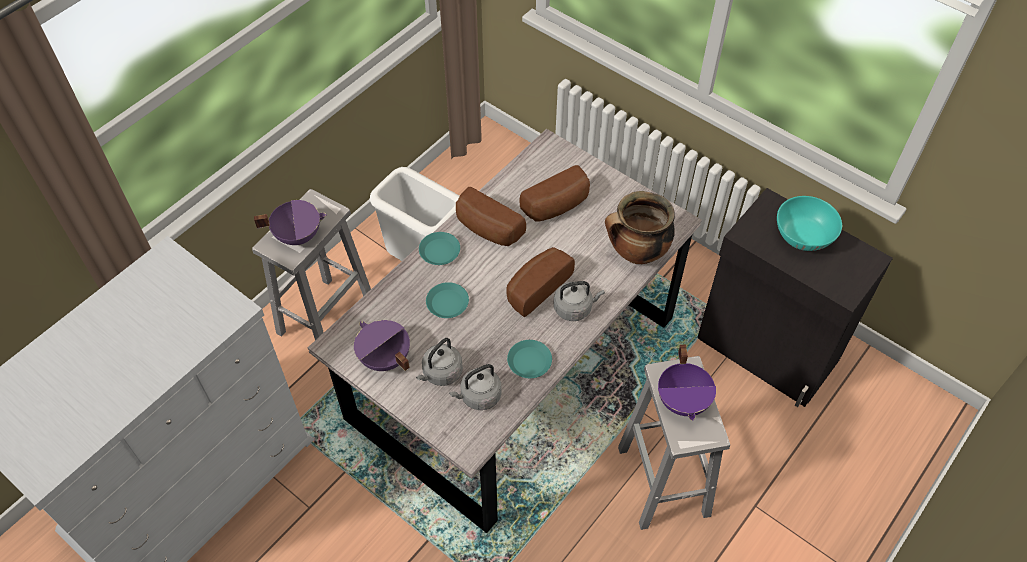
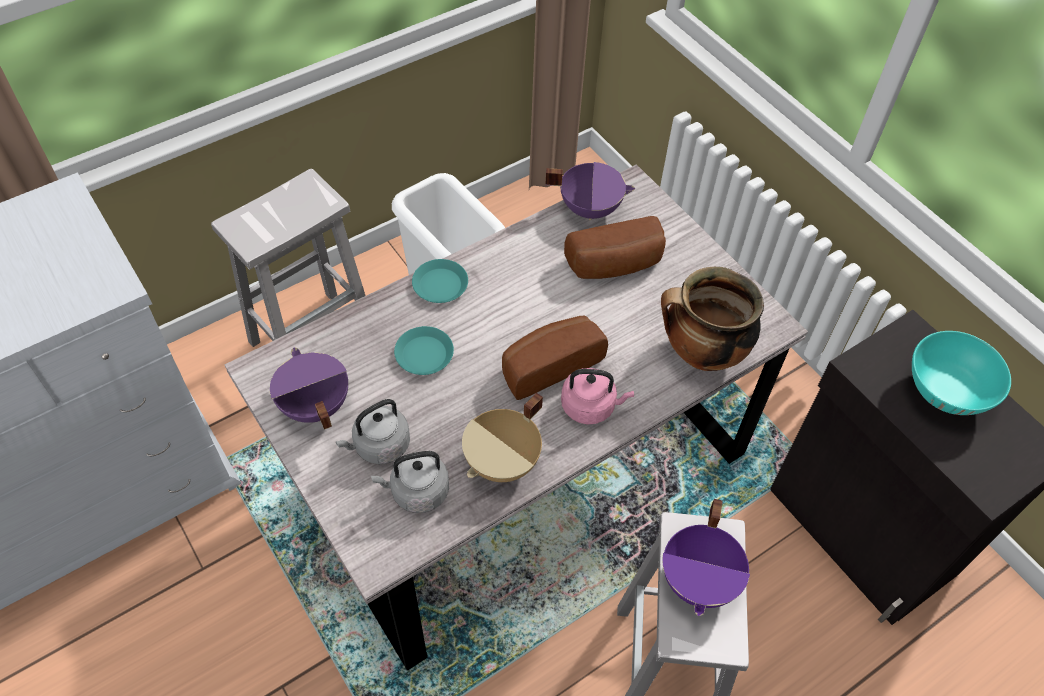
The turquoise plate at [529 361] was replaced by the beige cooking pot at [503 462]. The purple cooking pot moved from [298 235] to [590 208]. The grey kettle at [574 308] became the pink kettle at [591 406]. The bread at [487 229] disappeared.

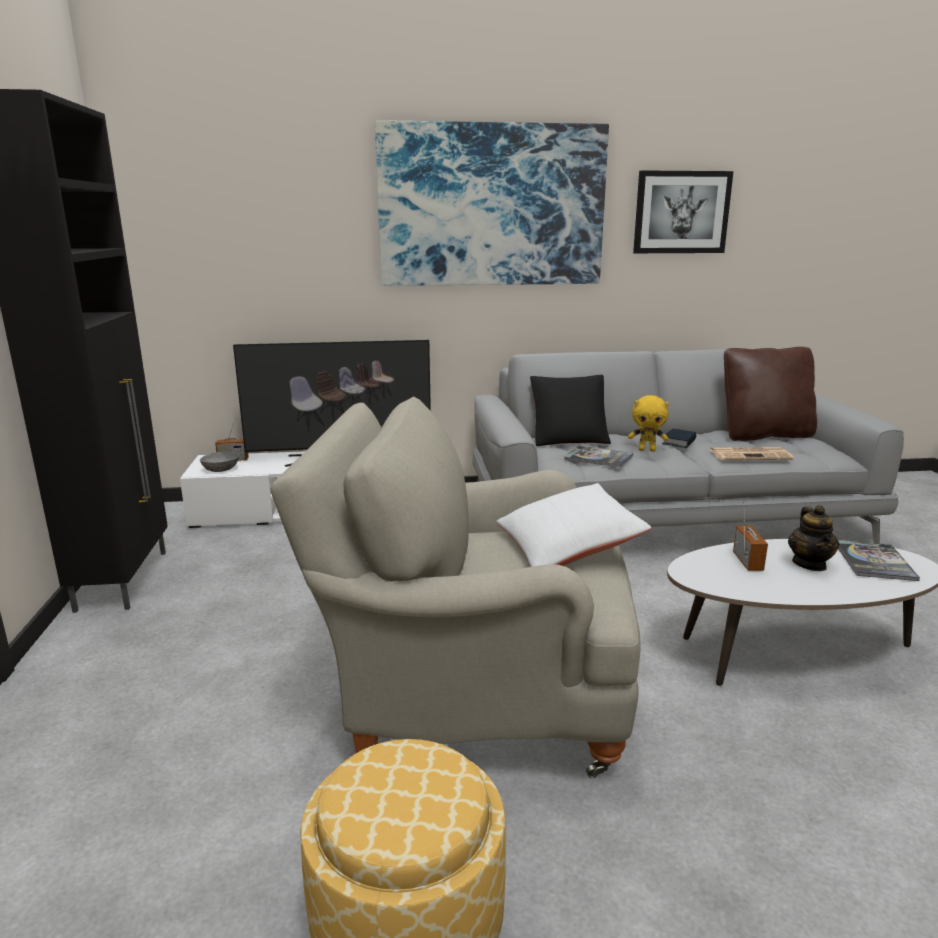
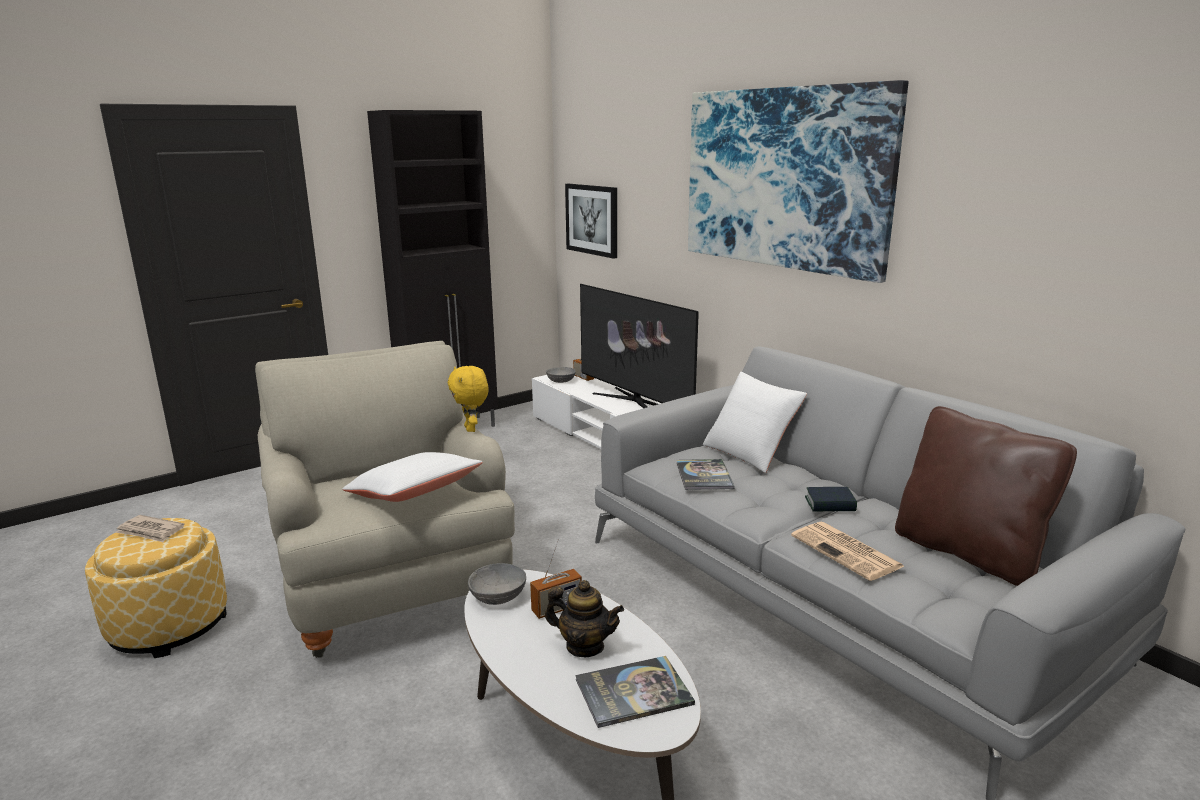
The newspaper at [150 531] appeared. The yellow plush toy moved from [647 450] to [471 429]. The grey bowl at [499 596] appeared. The teapot at [809 564] turned 135 degrees counterclockwise. The picture moved from [681 212] to [592 219]. The black pillow at [568 439] became the white pillow at [750 452].

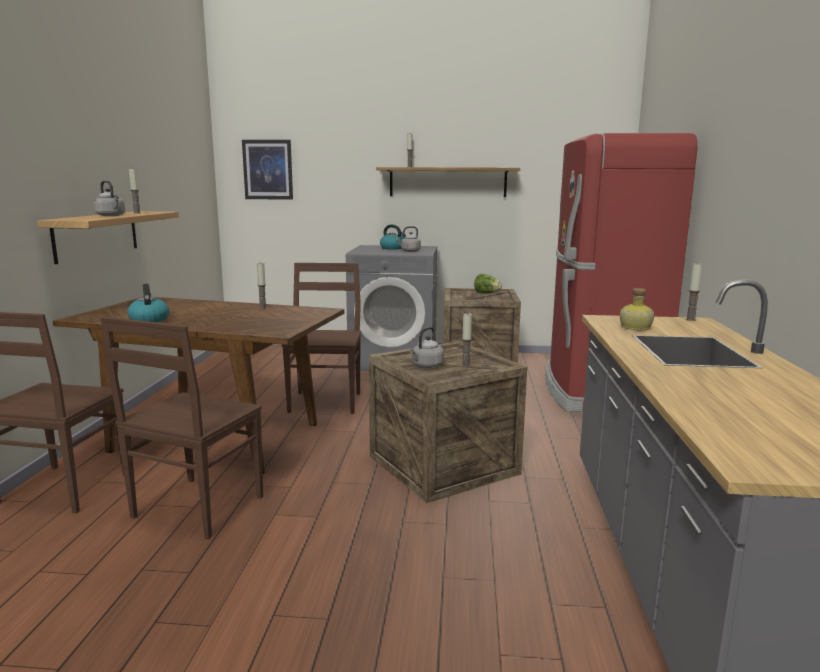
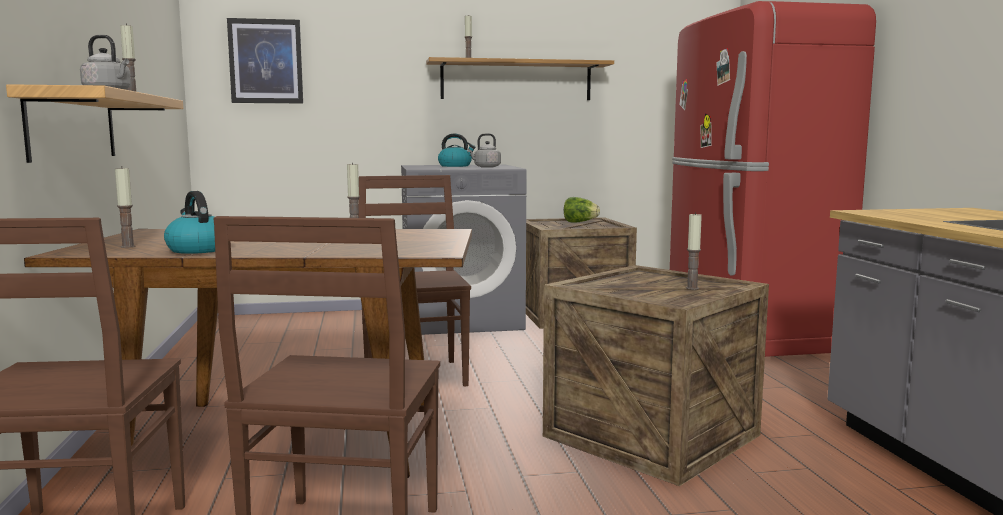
The candle moved from [690 319] to [128 246]. The grey kettle at [426 366] disappeared. The bottle at [635 328] disappeared.

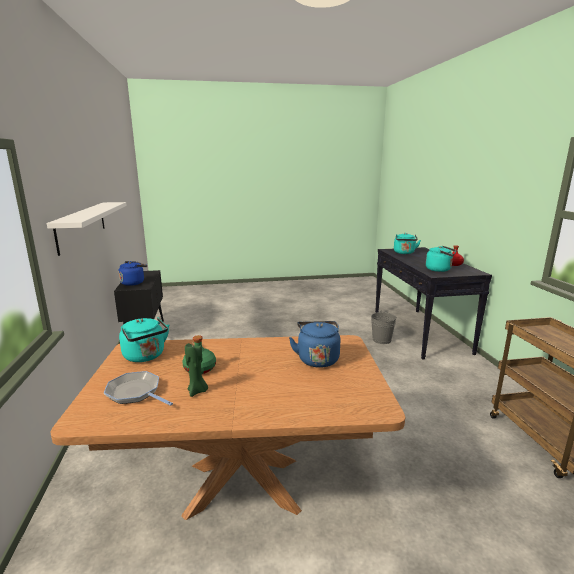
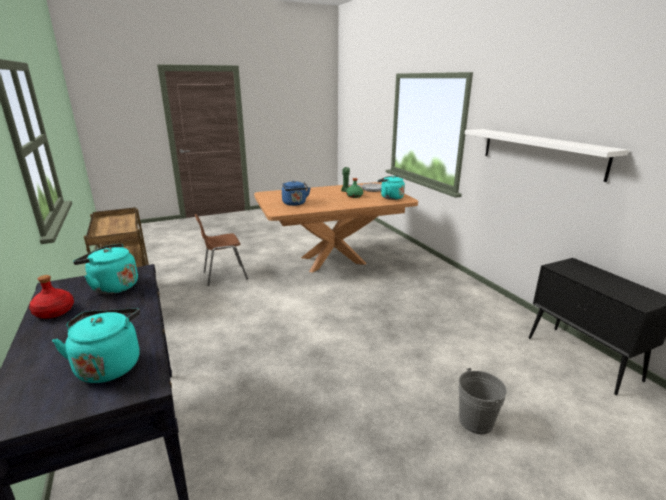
The brown chair at [224 275] appeared. The grey bucket moved from [381 340] to [475 421]. The blue kettle at [134 283] disappeared.

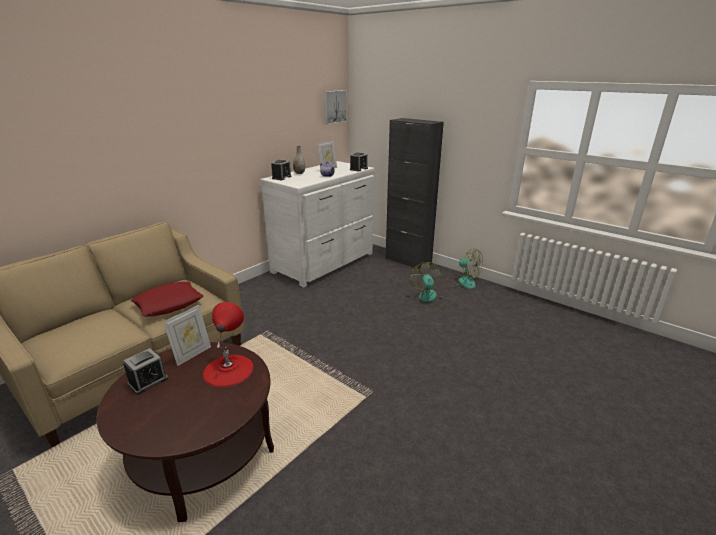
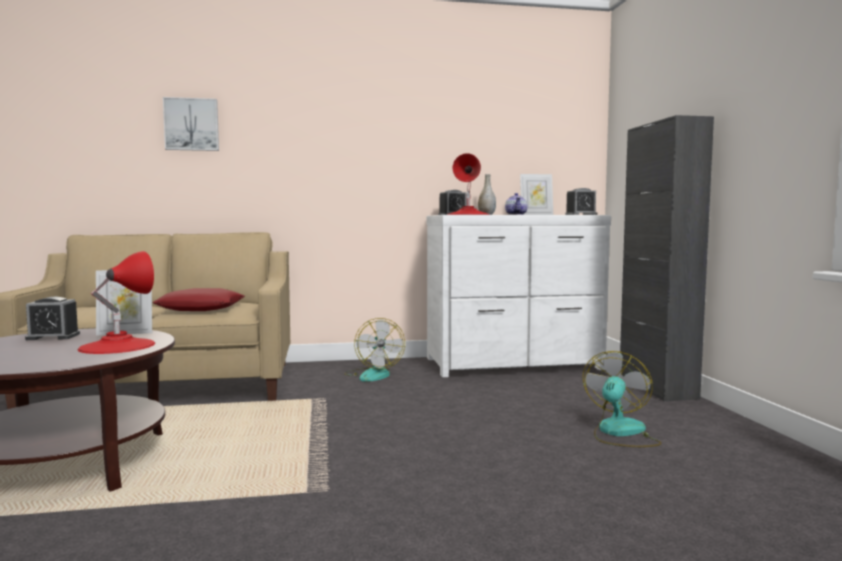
The picture moved from [334 106] to [192 124]. The fan moved from [462 282] to [373 374]. The red table lamp at [468 214] appeared.

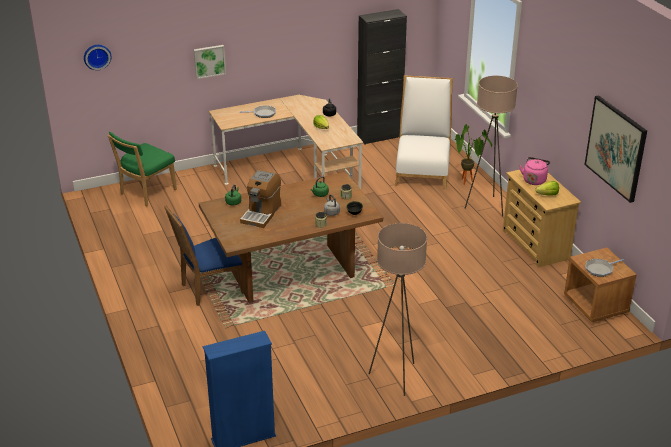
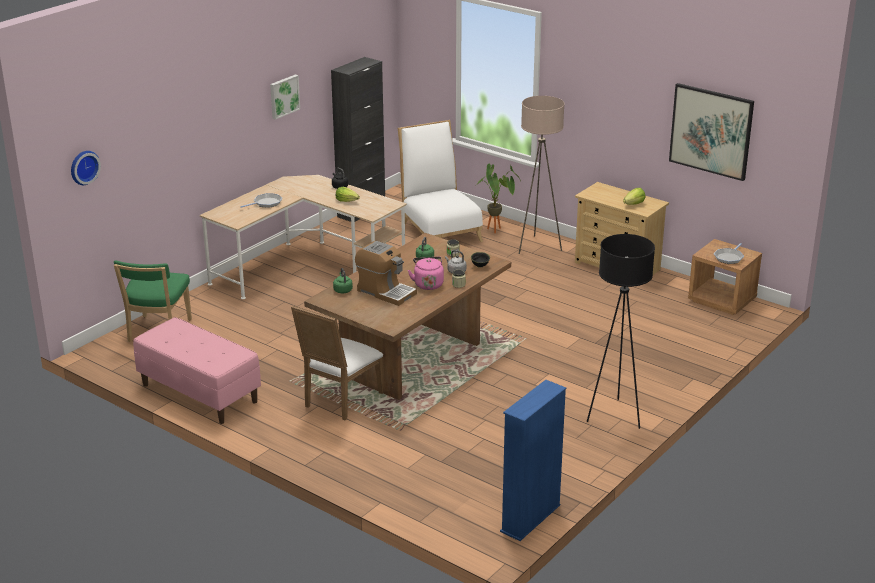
The pink bench at [198 393] appeared. The picture moved from [209 61] to [283 96]. The blue chair at [208 288] became the white chair at [339 401]. The coffee machine at [261 213] turned 45 degrees counterclockwise. The pink kettle moved from [534 180] to [428 284]. The beige floor lamp at [396 377] became the black floor lamp at [615 416].

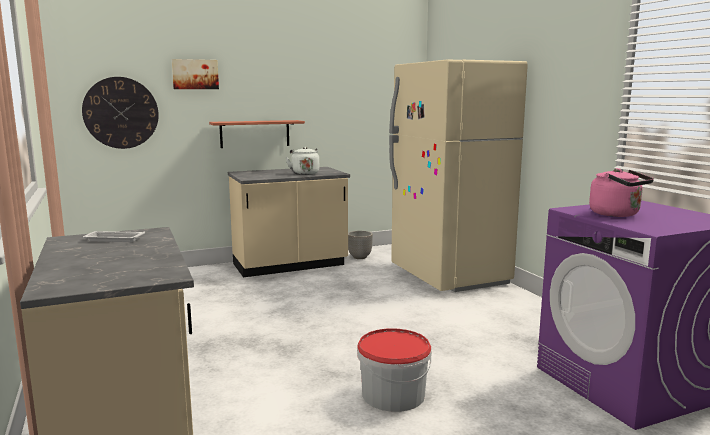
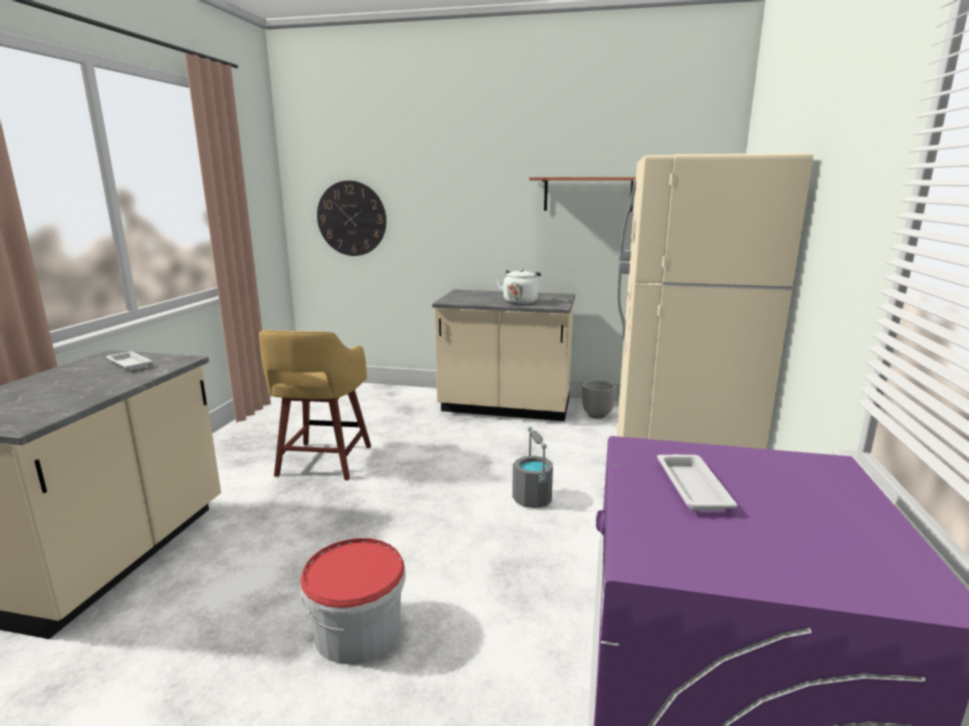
The yellow stool at [323 462] appeared. The grey bucket at [533 499] appeared. The shelf moved from [255 134] to [588 194]. The pink kettle at [617 214] was replaced by the white tray at [691 486]. The picture at [195 74] disappeared.

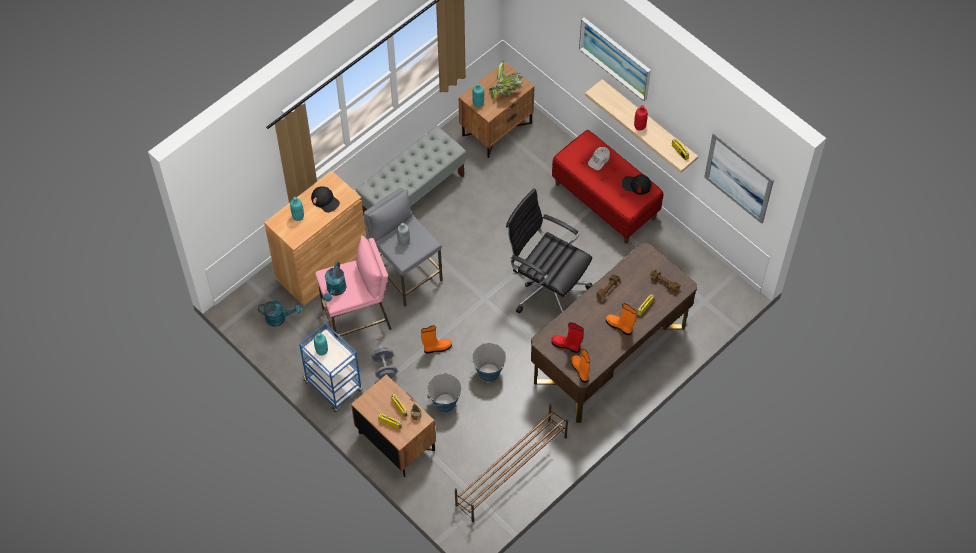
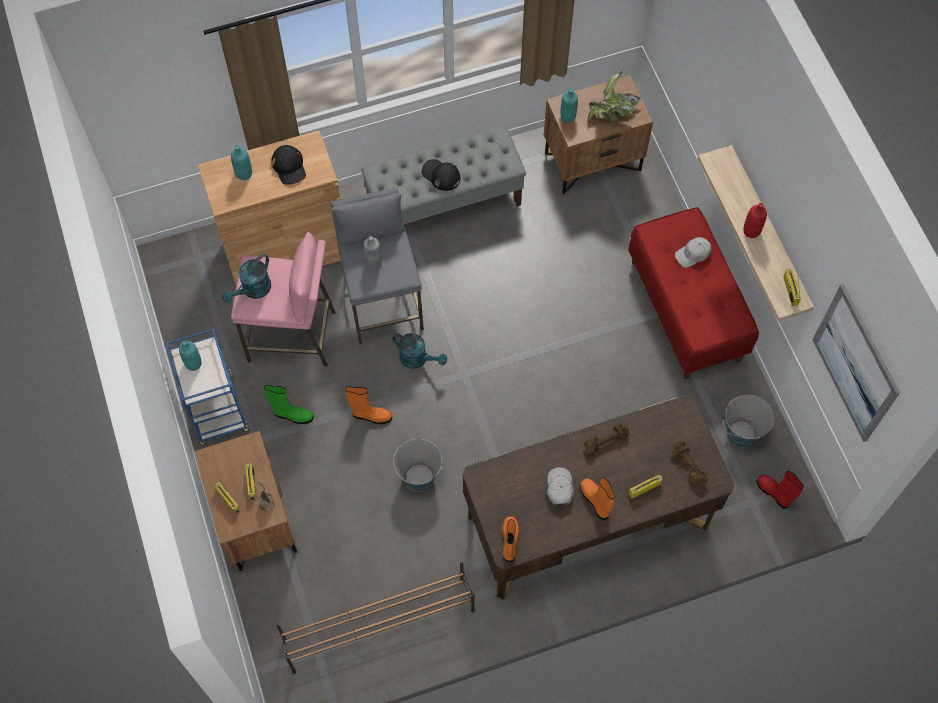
The grey dumbbell at [385 368] was replaced by the green boot at [292 415]. The turquoise watering can moved from [279 318] to [418 359]. The black cap moved from [636 185] to [441 175]. The white cap at [559 488] appeared. The bucket moved from [445 403] to [741 433]. The red boot moved from [566 345] to [774 493]. The black office chair at [547 287] disappeared. The picture at [615 58] disappeared.

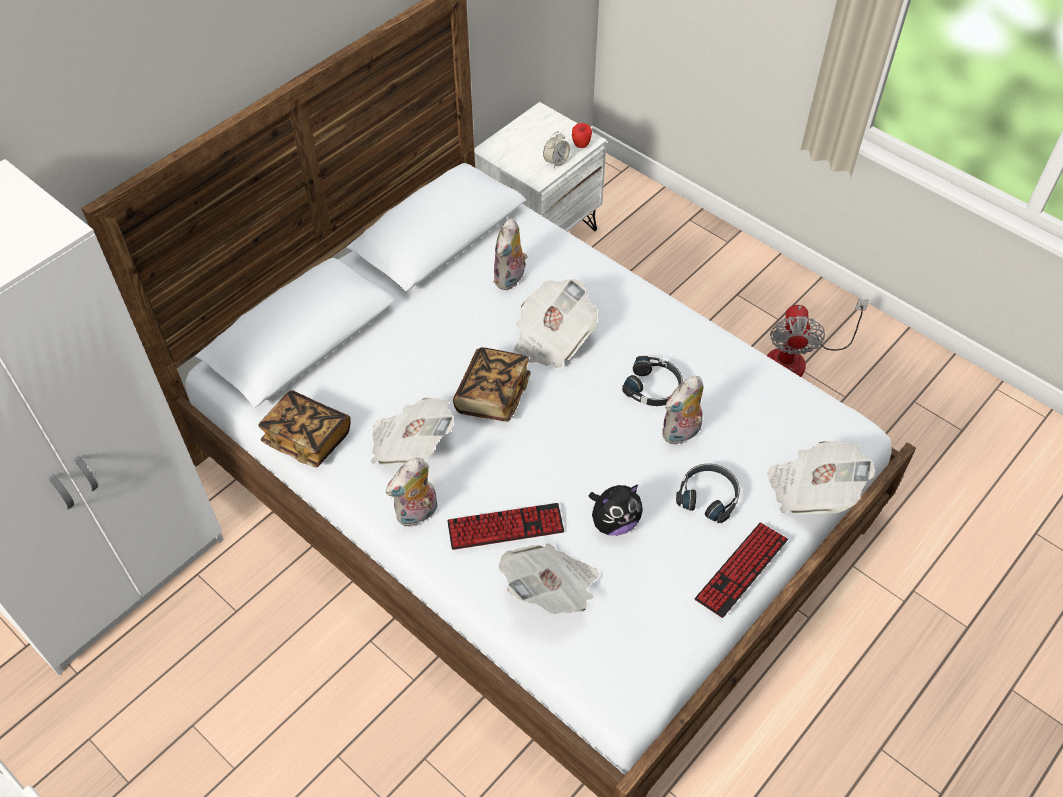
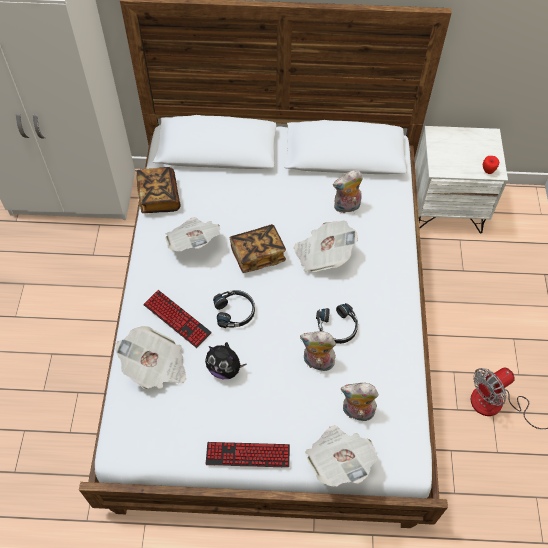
The black headphones moved from [708 496] to [235 311]. The plush toy moved from [417 514] to [357 412]. The alarm clock at [556 162] disappeared.

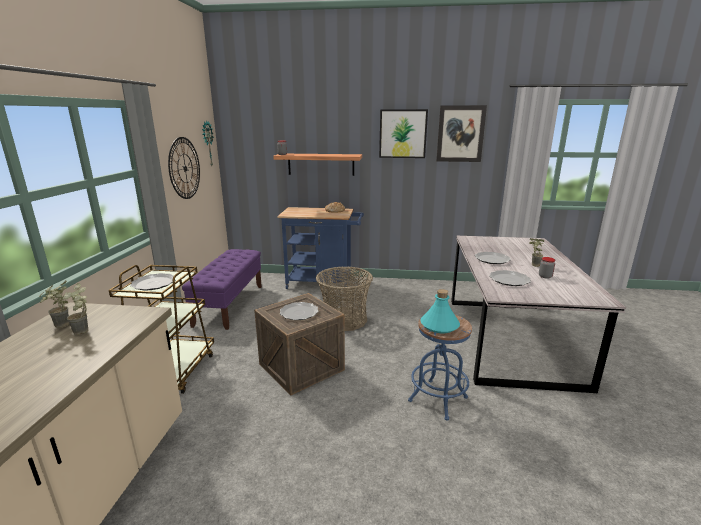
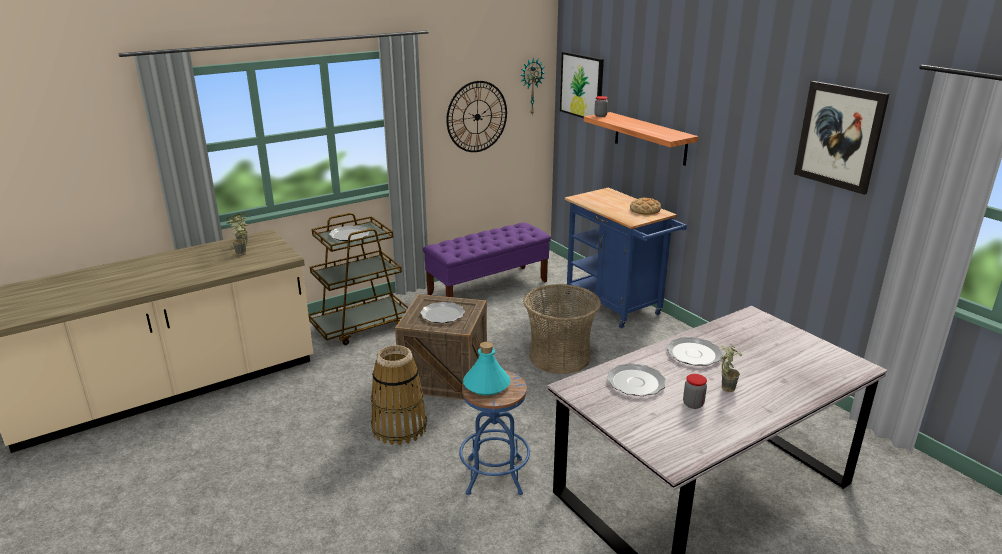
The basket at [399 428] appeared. The picture moved from [402 134] to [582 86].

